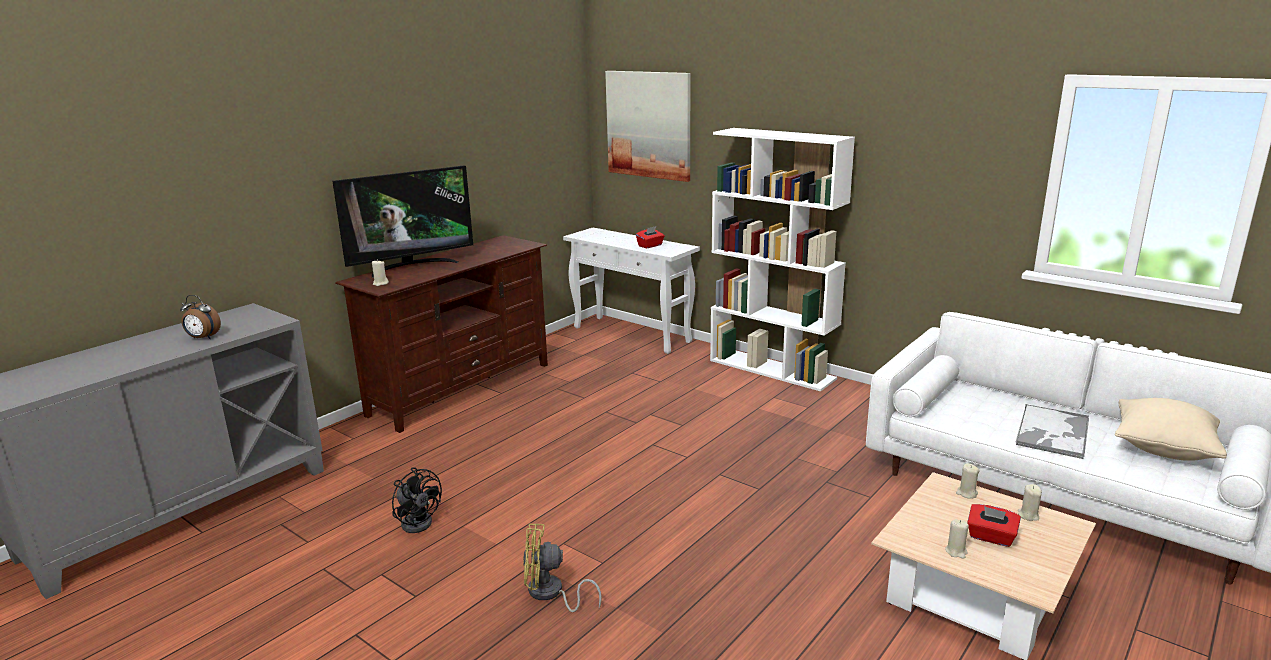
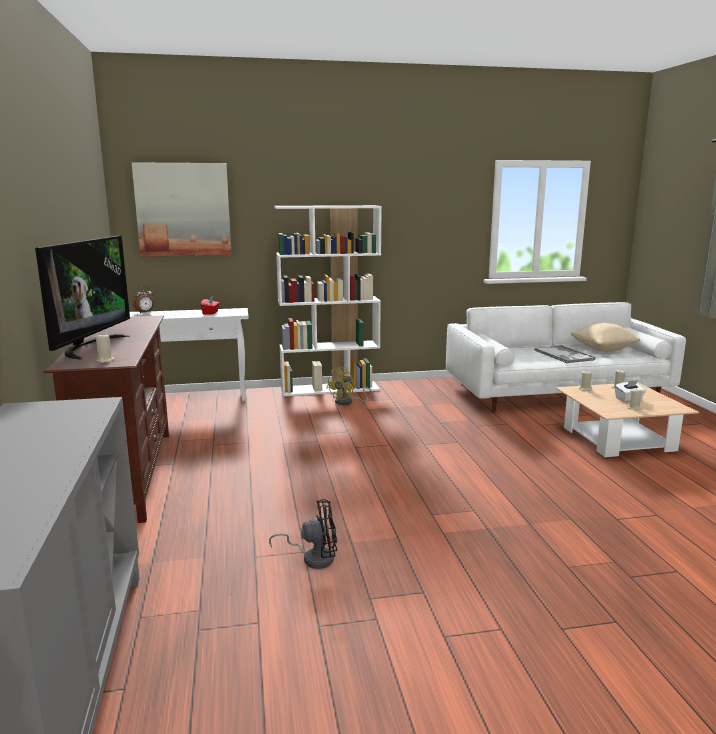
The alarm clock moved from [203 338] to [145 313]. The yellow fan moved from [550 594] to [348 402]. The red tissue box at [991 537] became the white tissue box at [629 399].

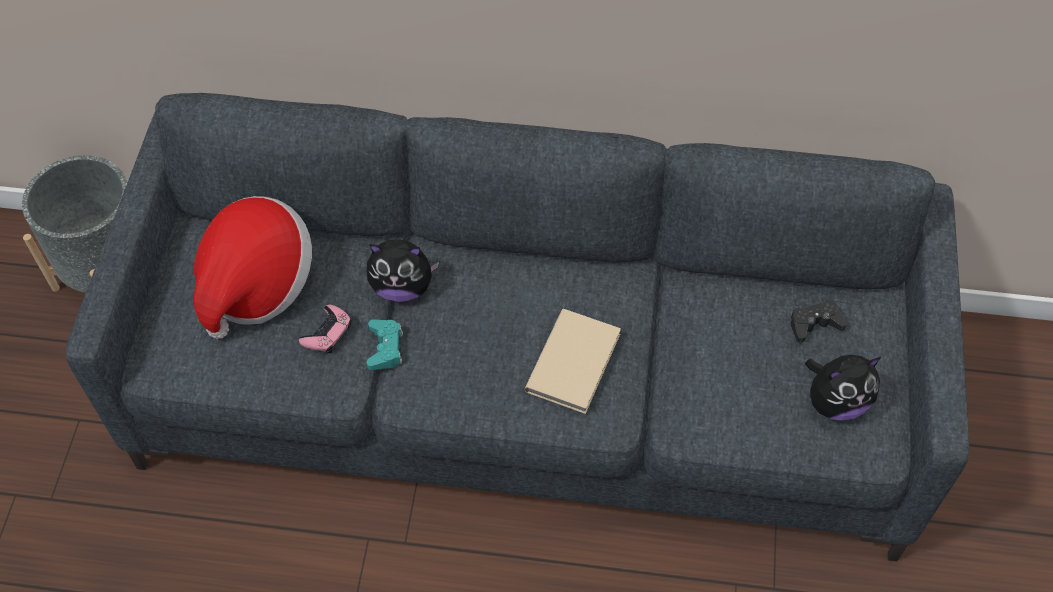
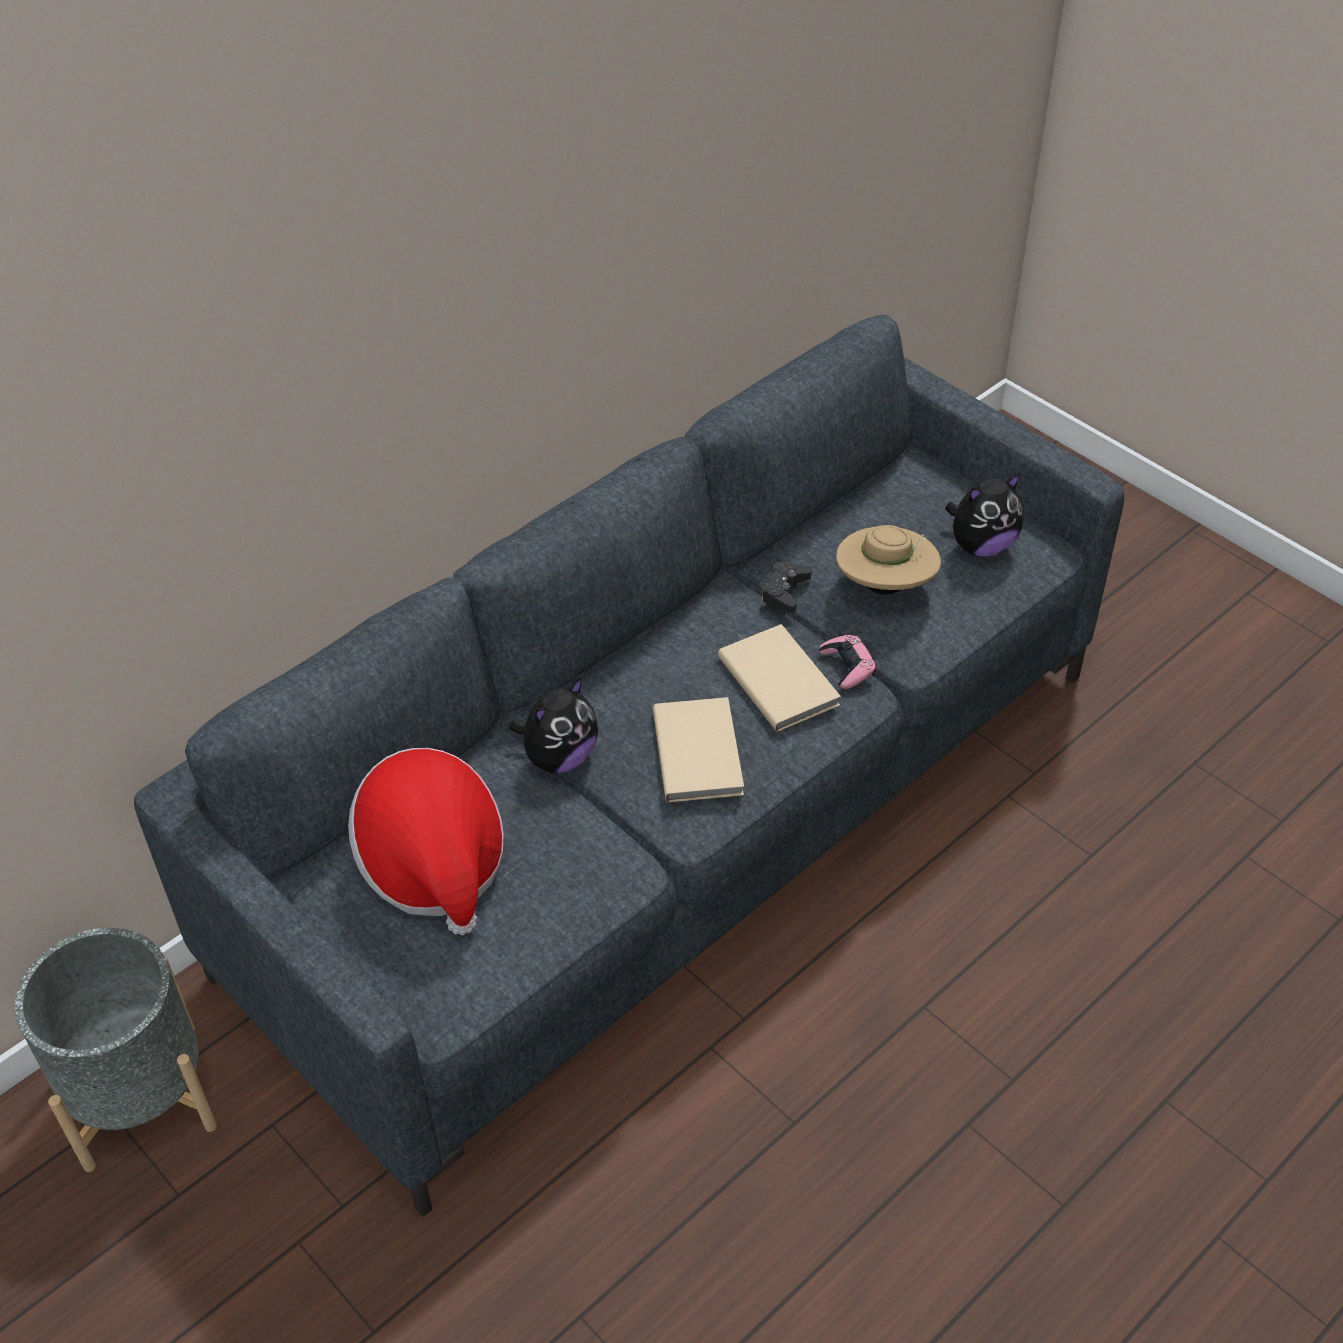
The beige book at [700 751] appeared. The black game controller moved from [814 324] to [785 591]. The pink game controller moved from [327 333] to [847 666]. The beige hat at [885 586] appeared. The plush toy at [835 402] turned 45 degrees clockwise. The turquoise game controller at [385 348] disappeared.

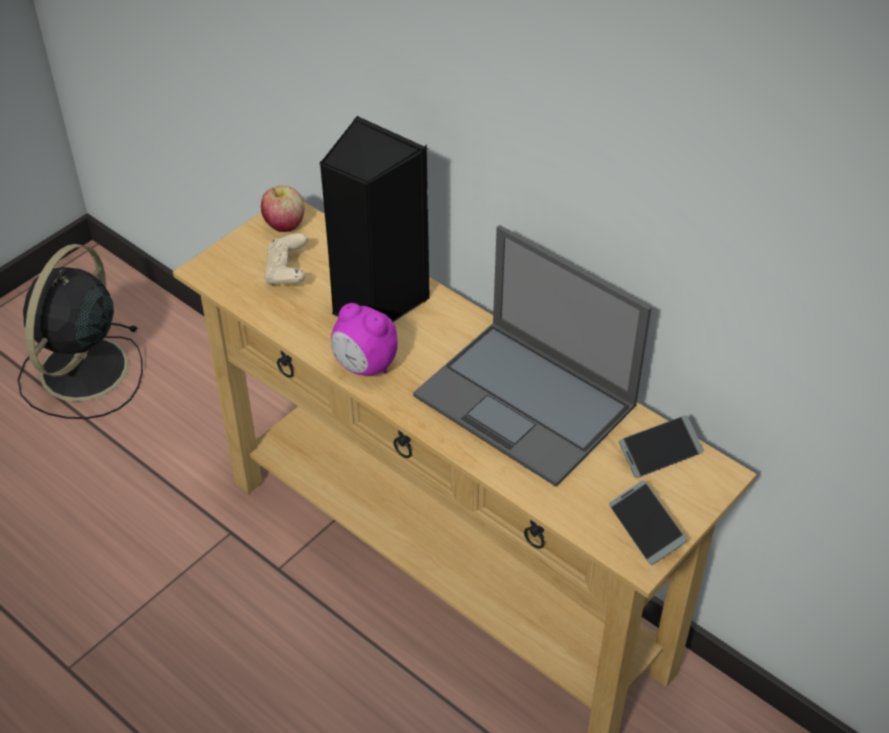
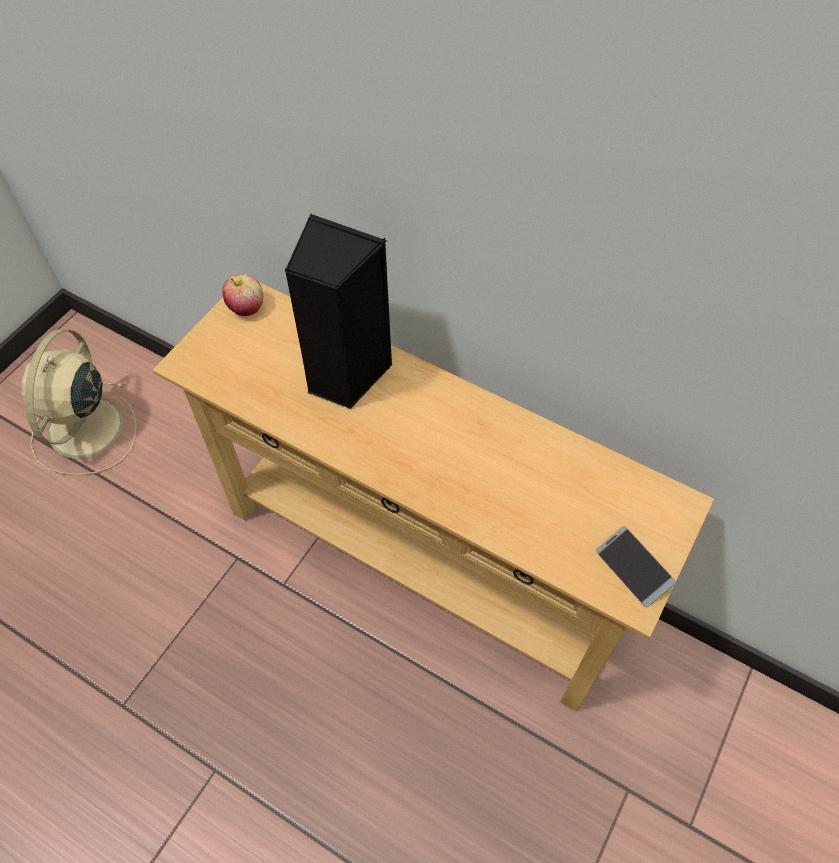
The black fan at [82 372] became the beige fan at [85 430]. The beige game controller at [287 272] disappeared. The alarm clock at [365 366] disappeared. The laptop at [527 402] disappeared. The phone at [660 452] disappeared.

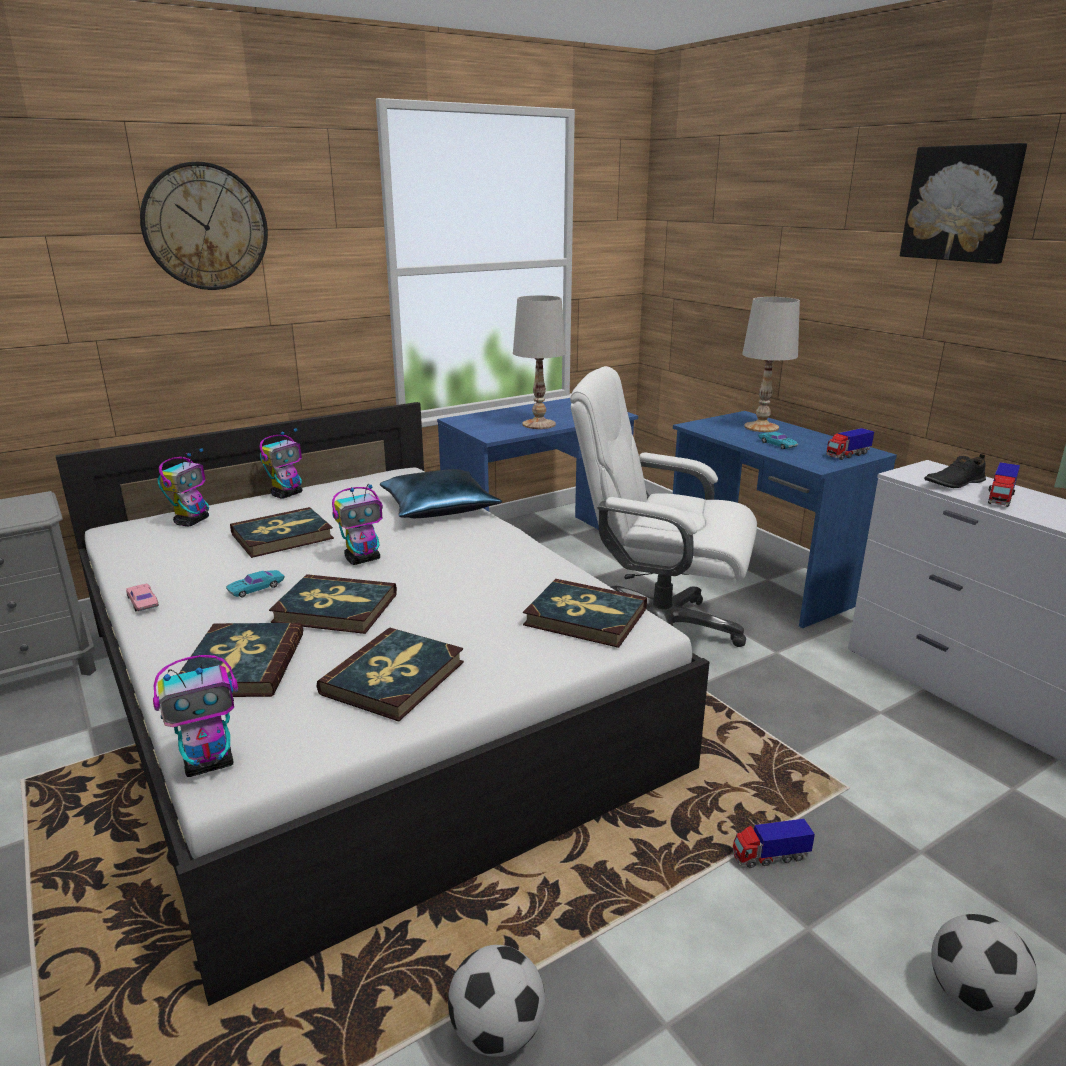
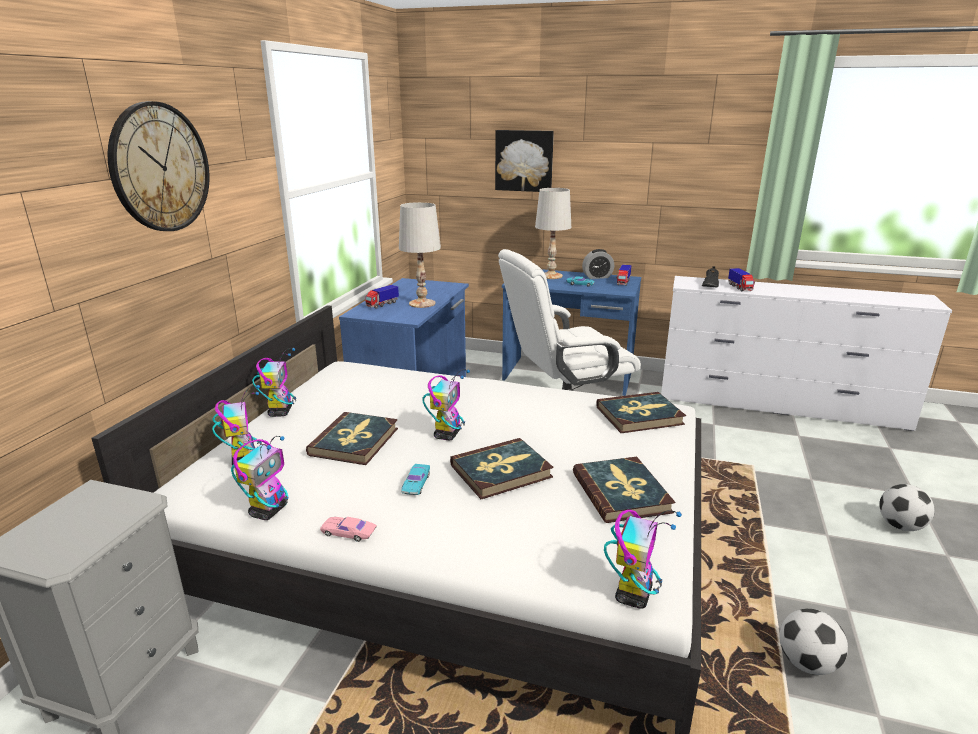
The toy robot at [269 510] appeared. The toy truck moved from [769 857] to [382 304]. The picture moved from [962 203] to [524 160]. The alarm clock at [597 277] appeared. The book at [242 665] disappeared. The blue pillow at [439 507] disappeared.

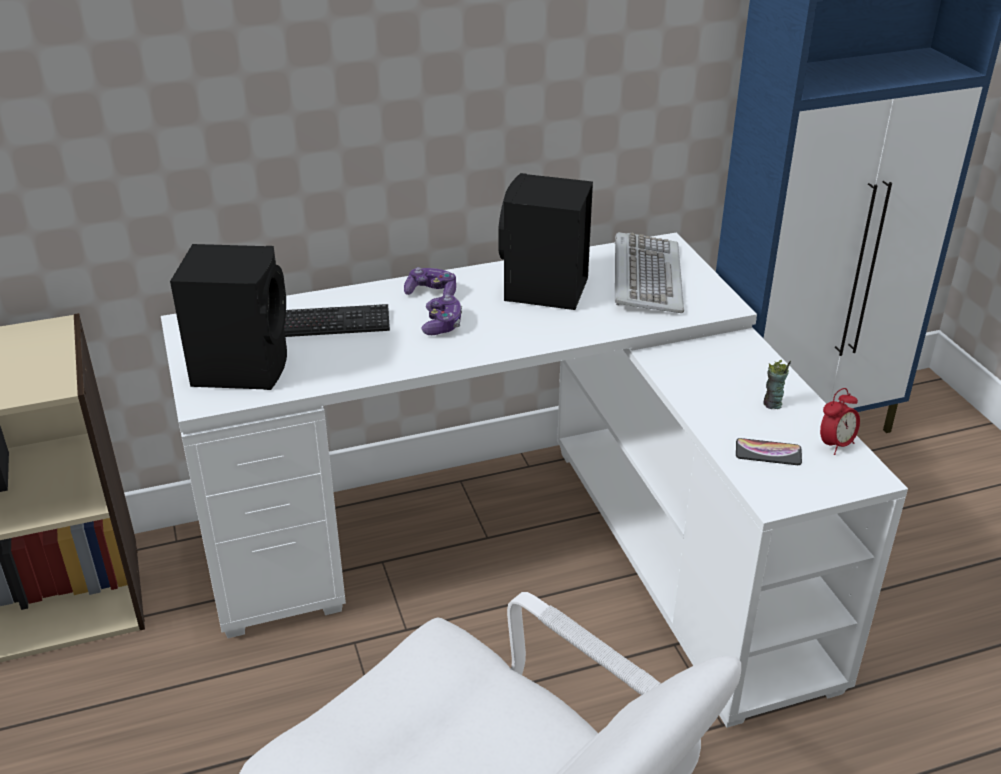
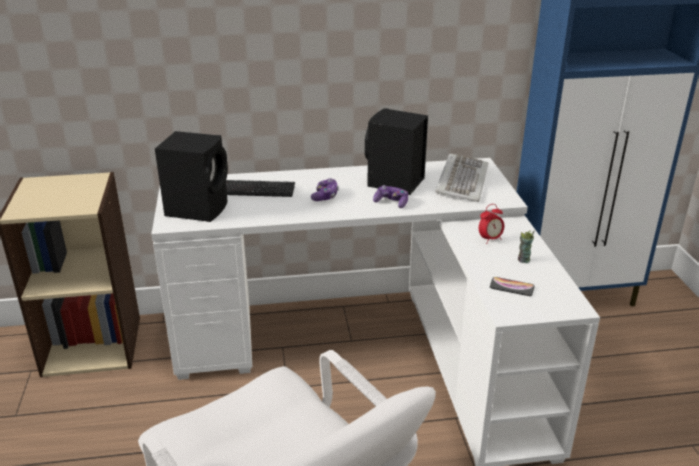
The game controller moved from [432 292] to [391 202]. The alarm clock moved from [835 445] to [490 239].

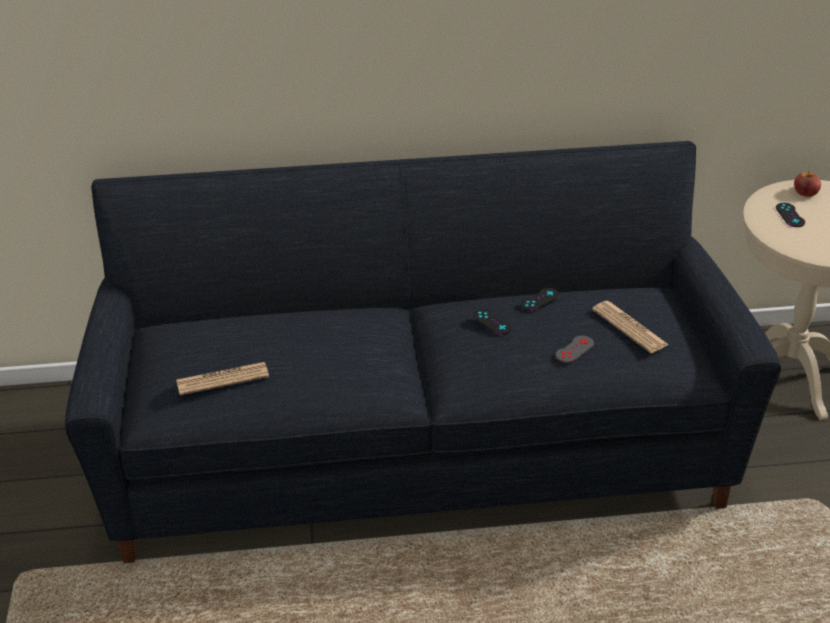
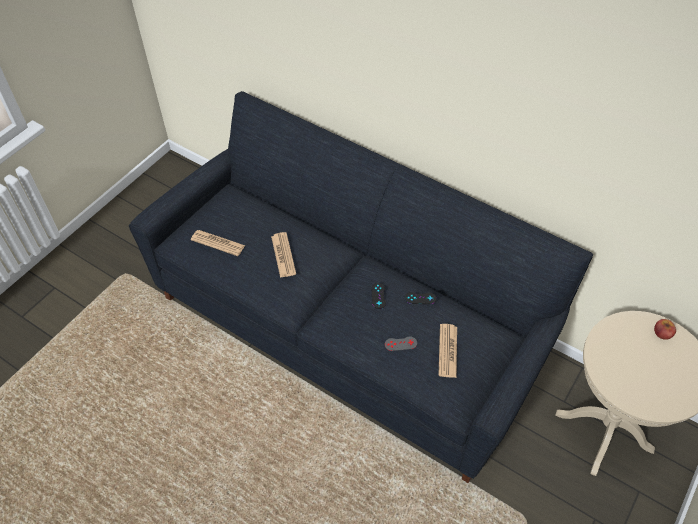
The newspaper at [283 255] appeared. The black game controller at [790 215] disappeared.

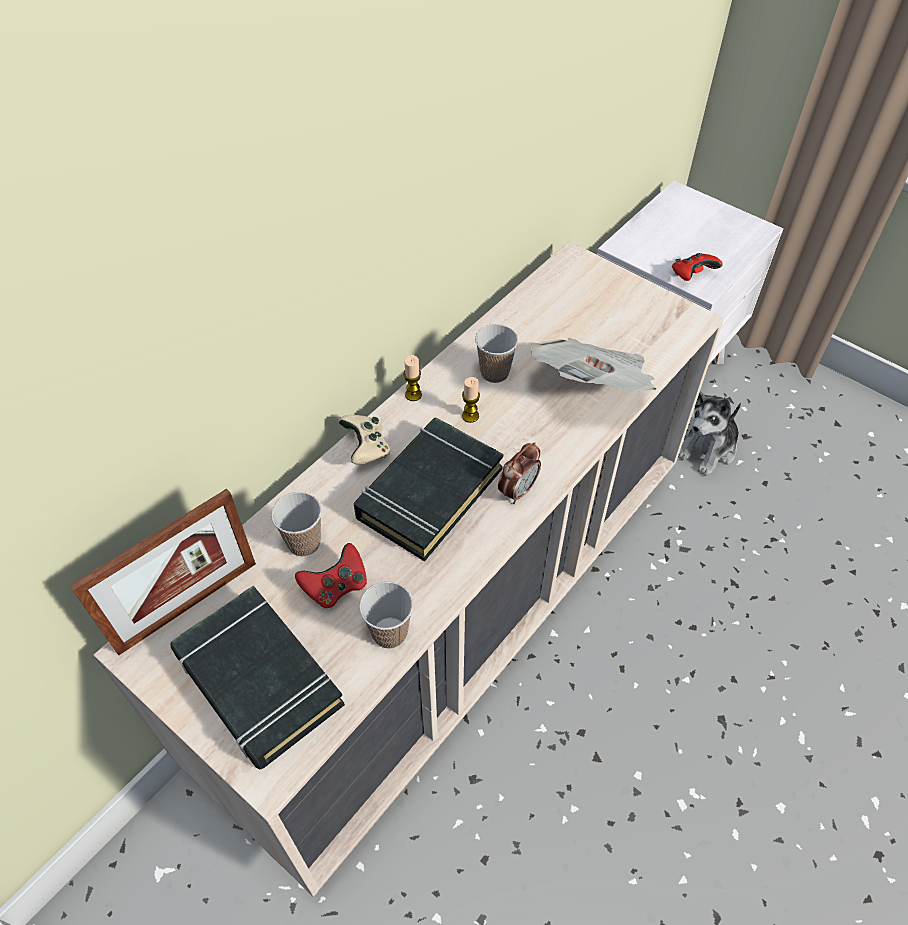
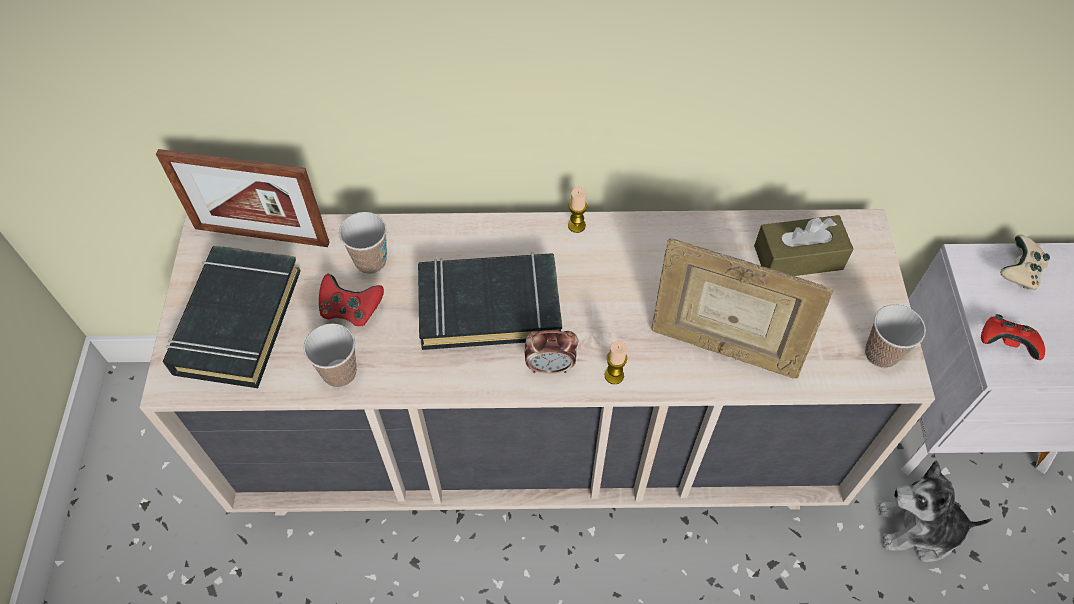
The candle moved from [470 416] to [614 375]. The newspaper at [594 387] was replaced by the picture frame at [722 347]. The brown tissue box at [798 257] appeared. The cup moved from [494 373] to [881 354]. The beige game controller moved from [366 449] to [1018 273].

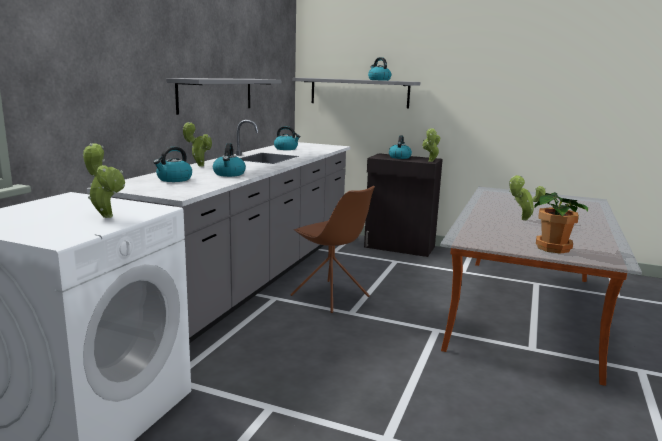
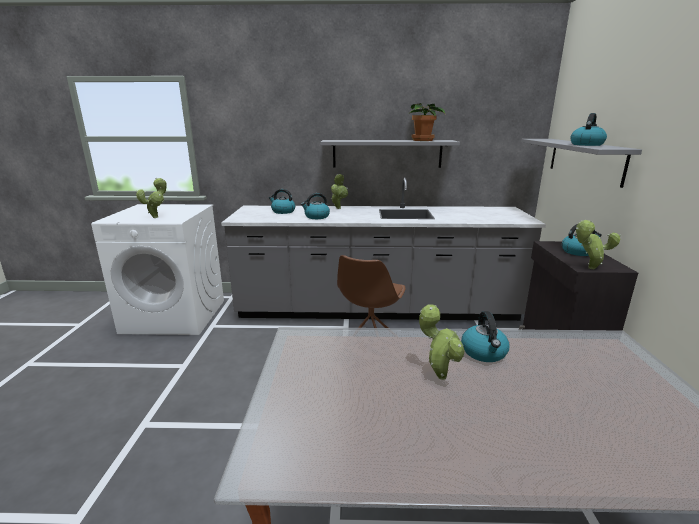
The potted plant moved from [554 248] to [423 140]. The kettle moved from [286 149] to [484 352].

